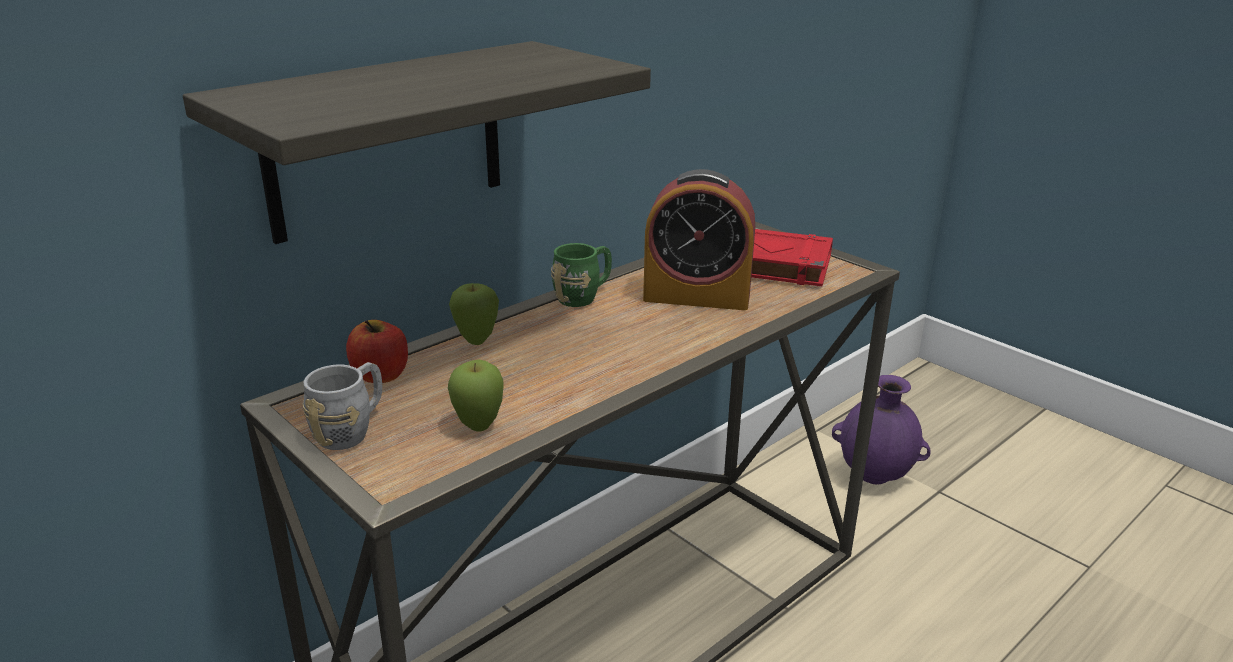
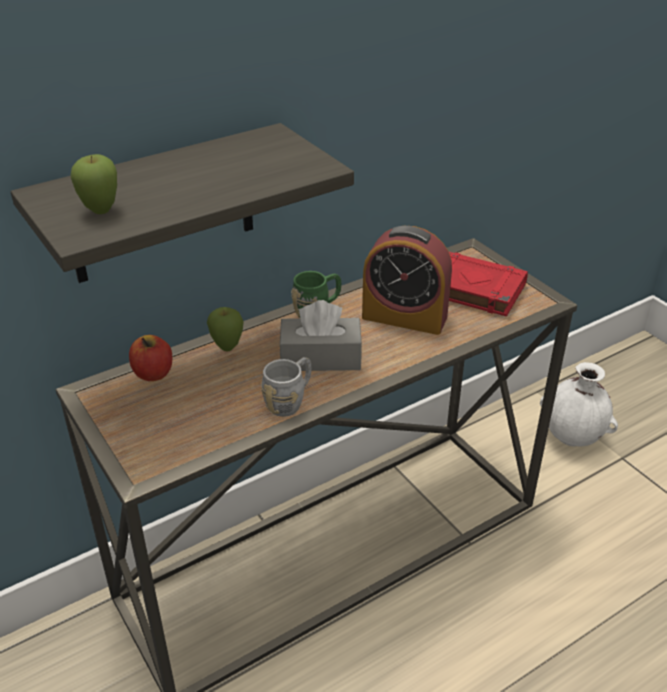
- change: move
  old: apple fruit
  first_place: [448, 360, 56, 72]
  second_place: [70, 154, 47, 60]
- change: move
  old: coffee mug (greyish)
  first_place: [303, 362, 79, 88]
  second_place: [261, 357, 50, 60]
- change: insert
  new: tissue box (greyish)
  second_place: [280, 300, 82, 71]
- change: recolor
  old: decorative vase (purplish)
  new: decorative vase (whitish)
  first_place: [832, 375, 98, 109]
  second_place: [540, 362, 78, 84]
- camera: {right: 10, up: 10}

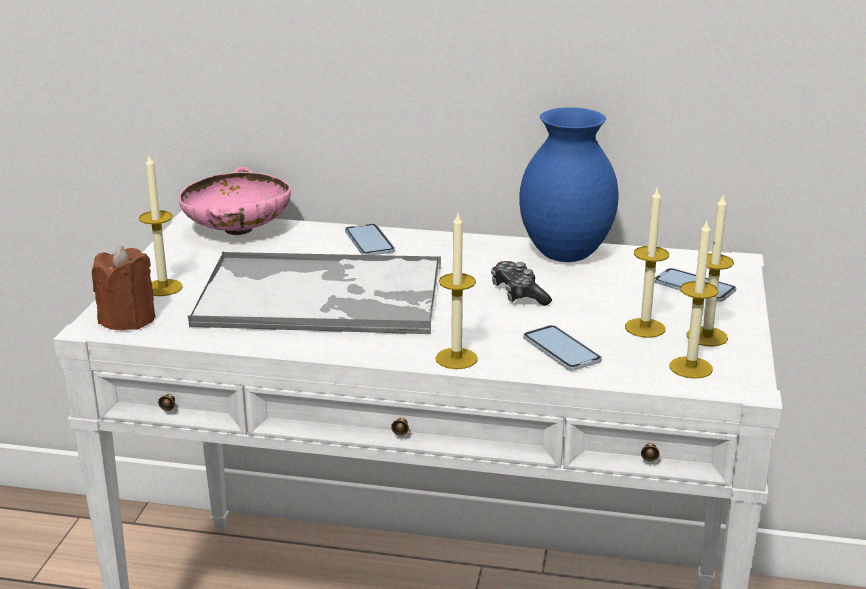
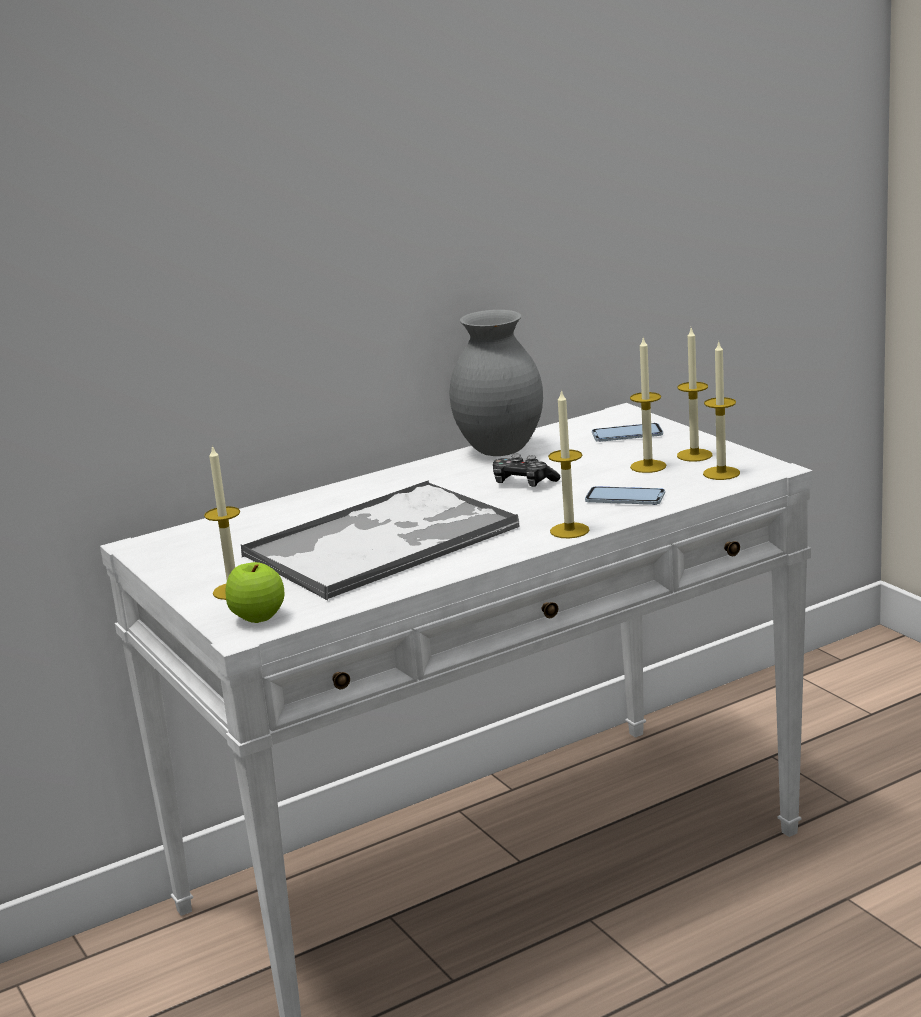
- change: replace
  old: wax candle (brown)
  new: apple fruit
  first_place: [92, 245, 63, 86]
  second_place: [226, 562, 59, 61]
- change: recolor
  old: decorative vase (bluish)
  new: decorative vase (greyish)
  first_place: [519, 107, 100, 155]
  second_place: [450, 310, 93, 146]
- change: delete
  old: bowl (pinkish)
  first_place: [179, 167, 112, 68]
- change: delete
  old: handset
  first_place: [345, 224, 50, 31]
- camera: {right: -40, up: -5}

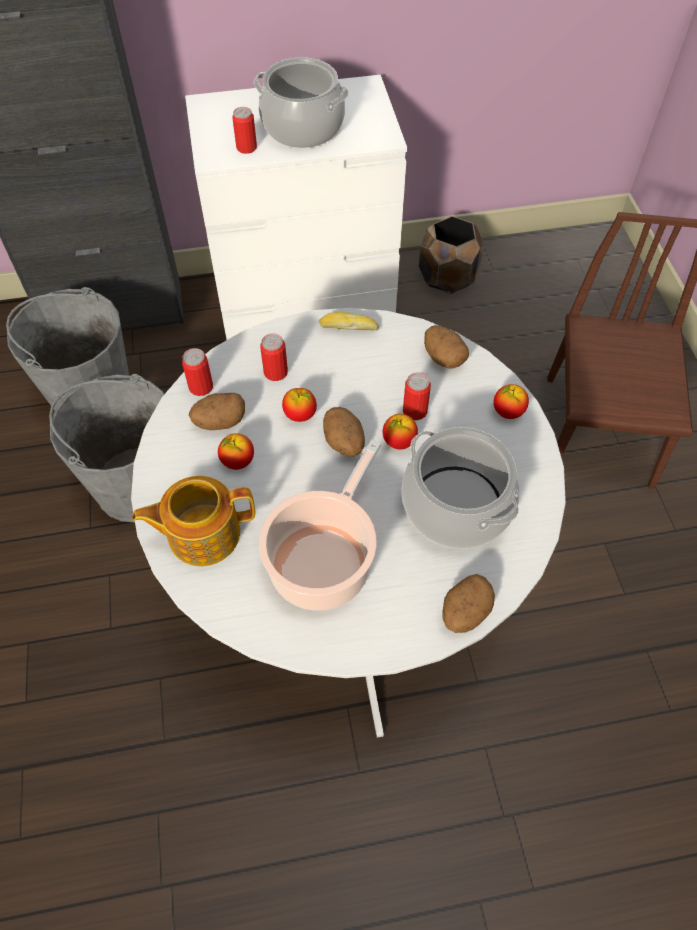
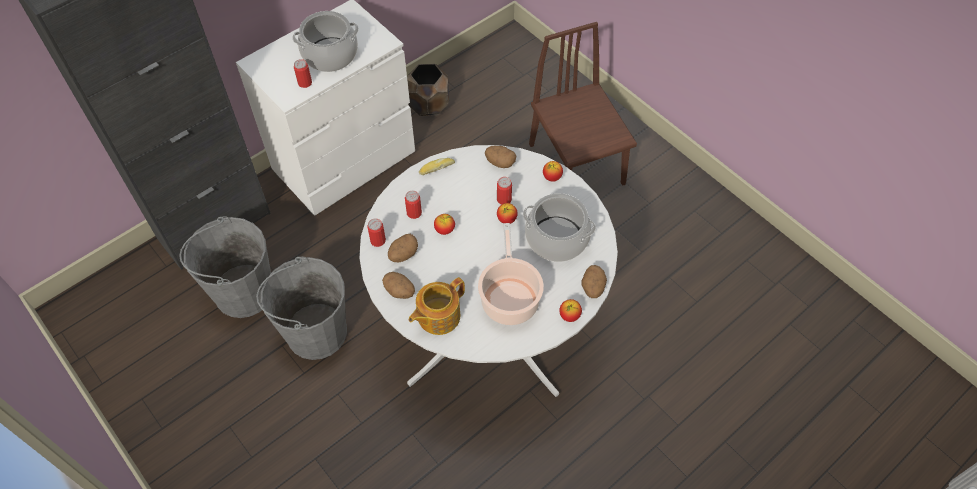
- change: move
  old: spud
  first_place: [323, 407, 42, 49]
  second_place: [382, 272, 33, 27]
- change: move
  old: apple fruit
  first_place: [218, 433, 36, 37]
  second_place: [559, 299, 23, 23]
- camera: {right: -30, up: 0}

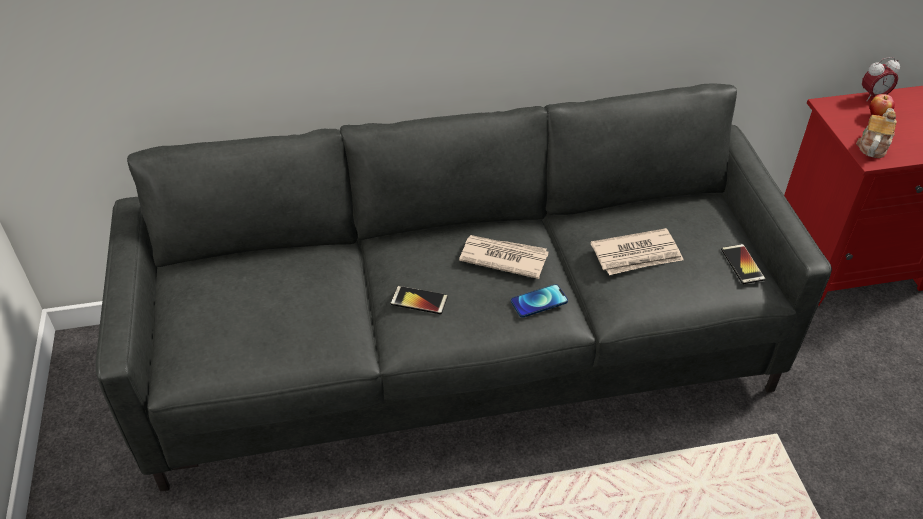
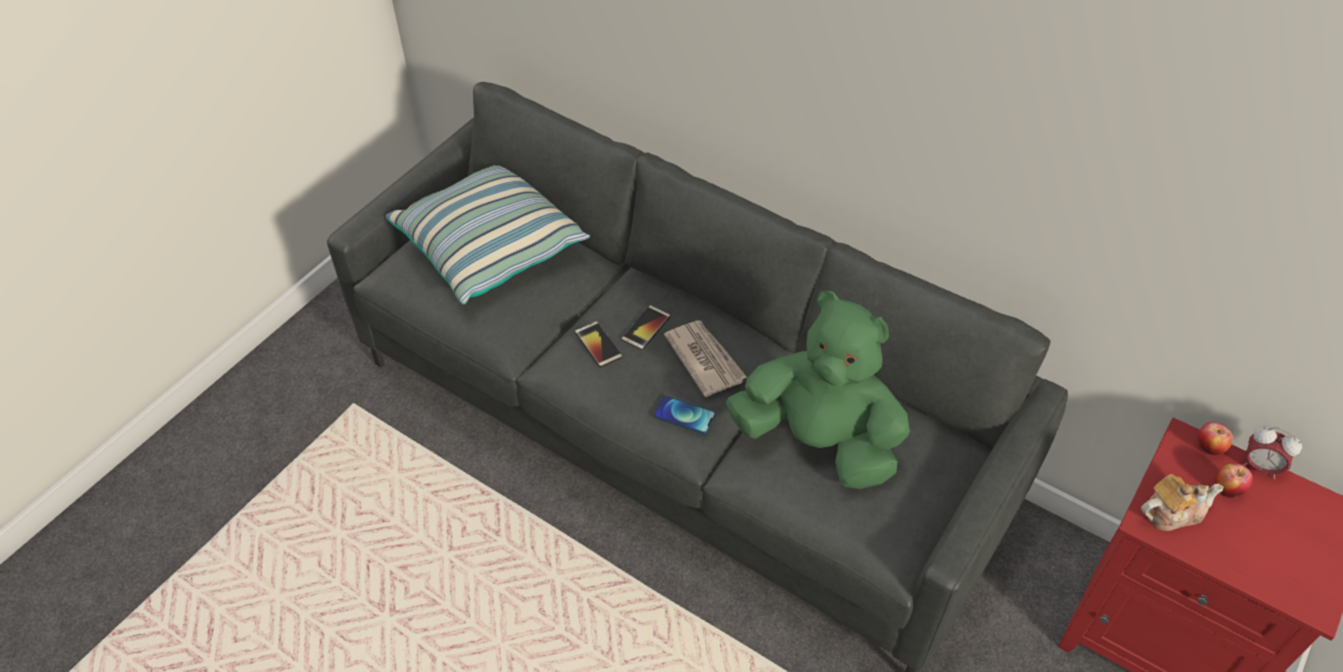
- change: insert
  new: pillow
  second_place: [385, 165, 205, 140]
- change: move
  old: handset
  first_place: [721, 244, 45, 40]
  second_place: [621, 305, 50, 45]
- change: replace
  old: newspaper
  new: cuddly toy (green-coloured)
  first_place: [590, 228, 94, 47]
  second_place: [726, 291, 184, 198]
- change: insert
  new: apple fruit
  second_place: [1198, 422, 35, 33]
- camera: {right: 45, up: 5}

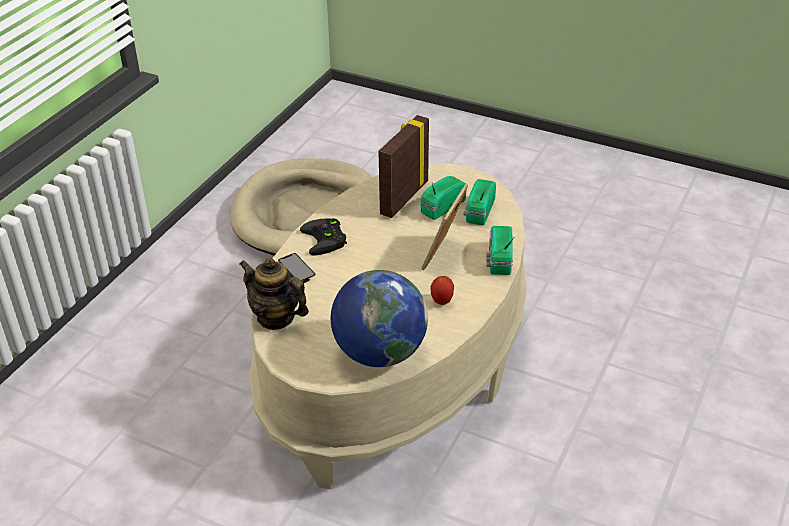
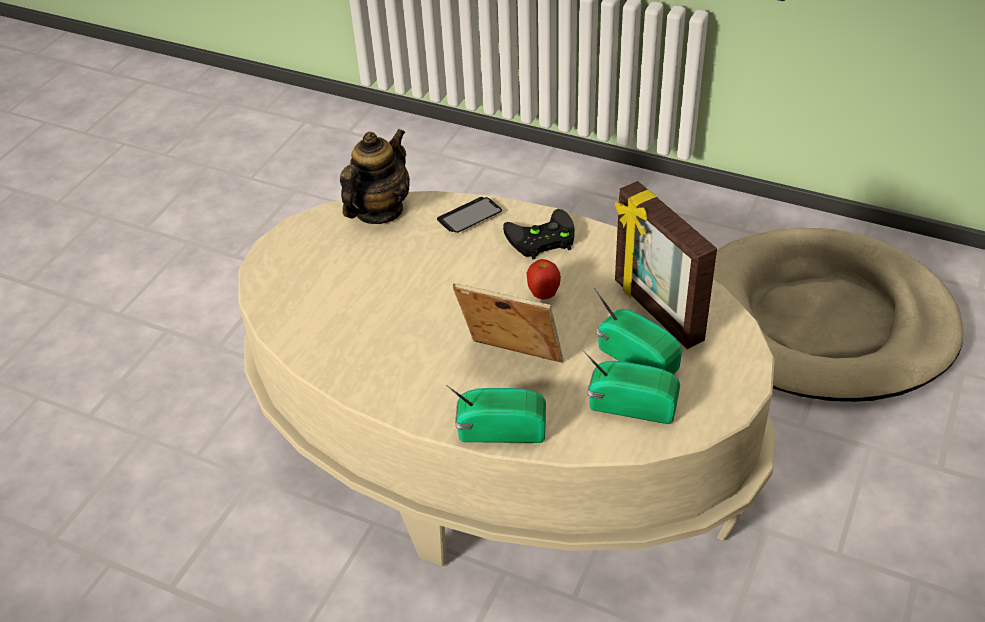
- change: move
  old: apple fruit
  first_place: [431, 276, 23, 29]
  second_place: [527, 259, 34, 41]
- change: rotate
  old: picture frame
  first_place: [378, 115, 51, 103]
  second_place: [615, 181, 102, 168]
  degrees: -150
- change: delete
  old: desk globe
  first_place: [331, 270, 97, 97]
- camera: {right: 90, up: 5}

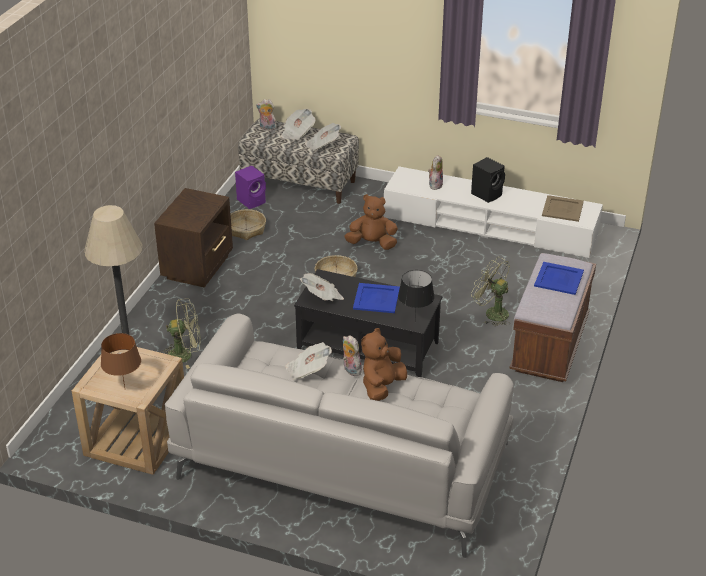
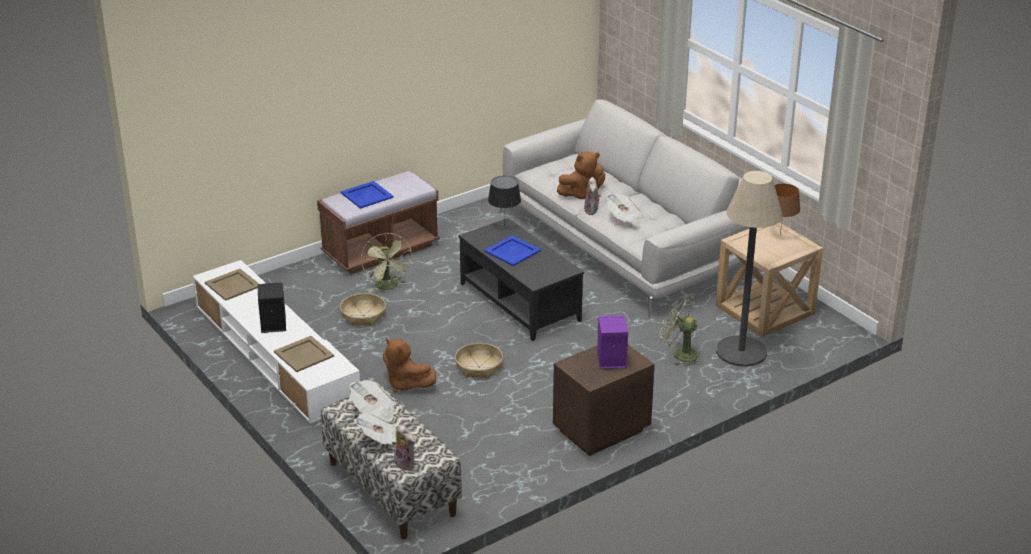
- change: replace
  old: cuddly toy
  new: tray (sand-coloured)
  first_place: [428, 155, 15, 35]
  second_place: [274, 336, 60, 36]
- change: move
  old: storage basket
  first_place: [231, 209, 35, 31]
  second_place: [340, 293, 46, 33]
- change: move
  old: audio speaker (purplish)
  first_place: [235, 165, 31, 44]
  second_place: [597, 315, 31, 54]
- change: delete
  old: newspaper
  first_place: [300, 273, 44, 28]
- camera: {right: -145, up: -5}

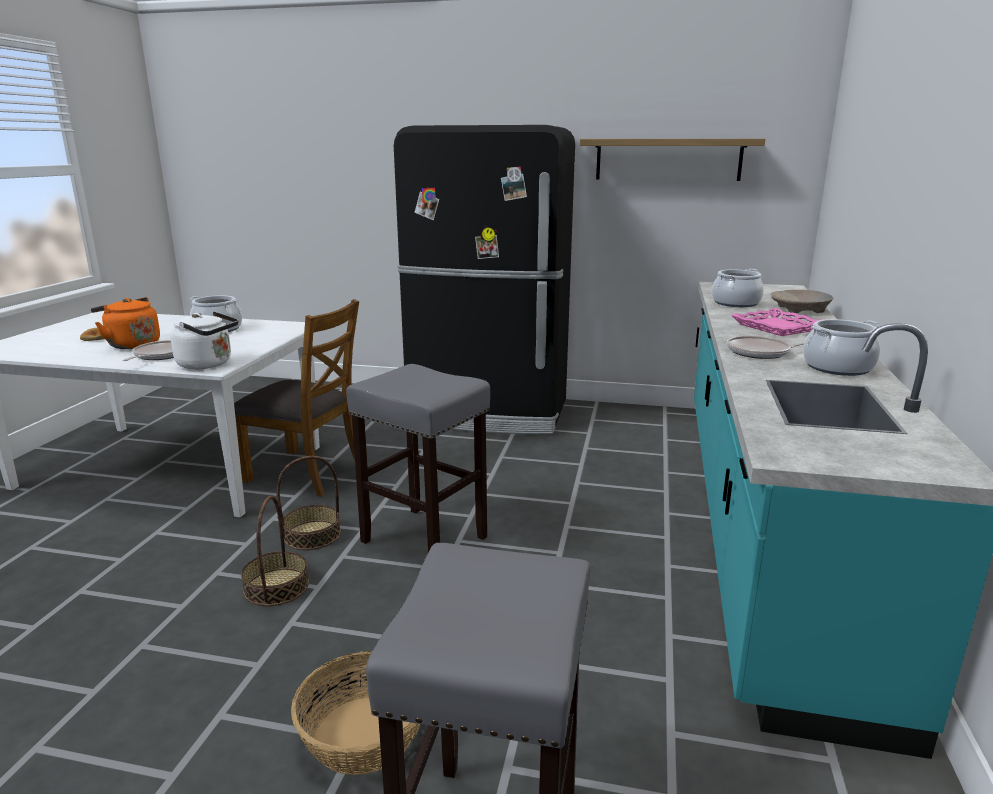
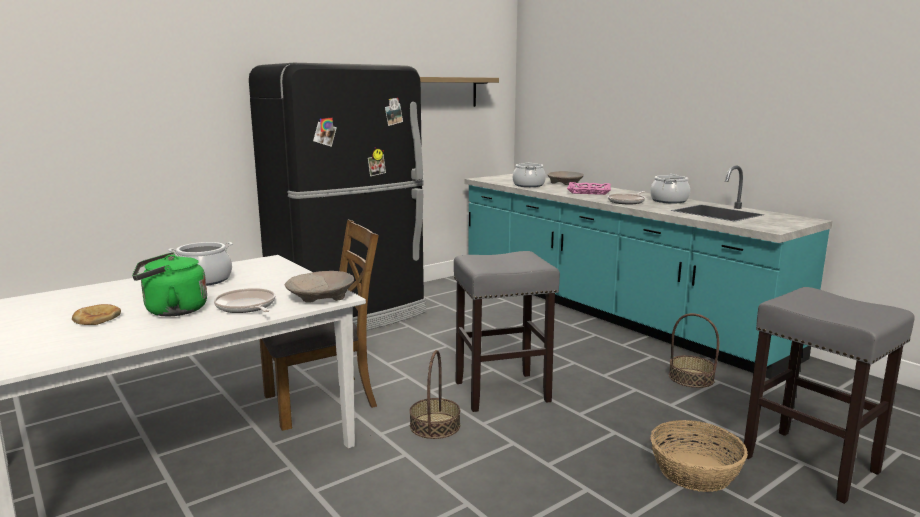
- change: recolor
  old: water kettle (orange-coloured)
  new: water kettle (green-coloured)
  first_place: [91, 297, 69, 52]
  second_place: [132, 252, 75, 65]
- change: replace
  old: water kettle (whitish)
  new: bowl (sand-coloured)
  first_place: [170, 311, 68, 58]
  second_place: [285, 271, 69, 32]
- change: move
  old: storage basket
  first_place: [241, 496, 68, 110]
  second_place: [669, 313, 50, 75]
- camera: {right: -50, up: -5}

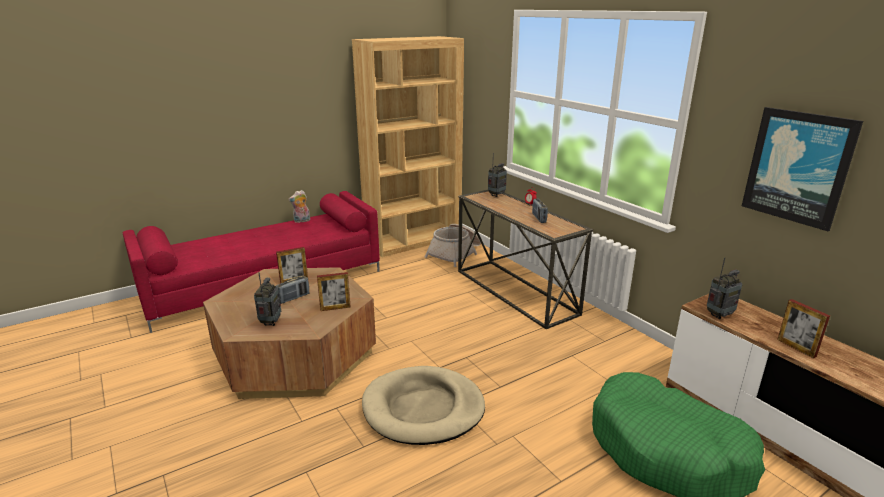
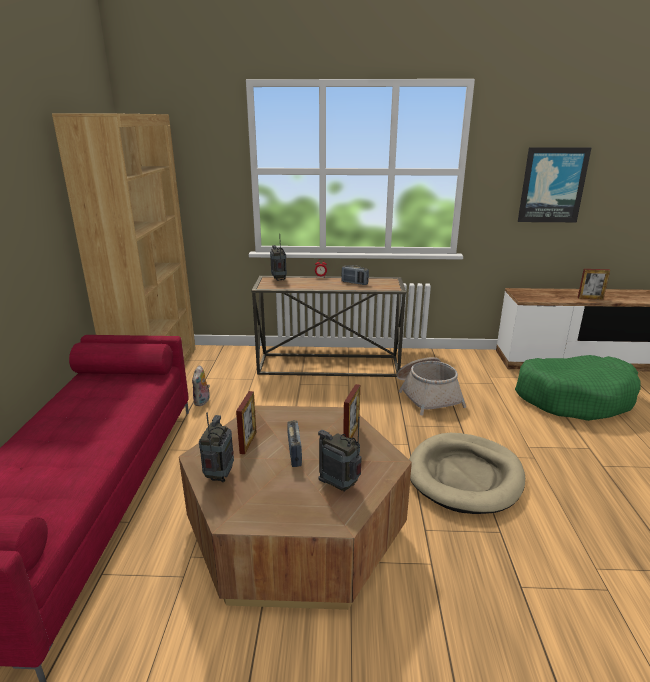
- change: move
  old: cuddly toy
  first_place: [288, 190, 22, 33]
  second_place: [192, 365, 18, 41]
- change: move
  old: radio receiver
  first_place: [707, 258, 35, 61]
  second_place: [199, 413, 35, 69]
- change: move
  old: storage basket
  first_place: [425, 224, 56, 43]
  second_place: [397, 357, 69, 59]
- camera: {right: -55, up: 0}

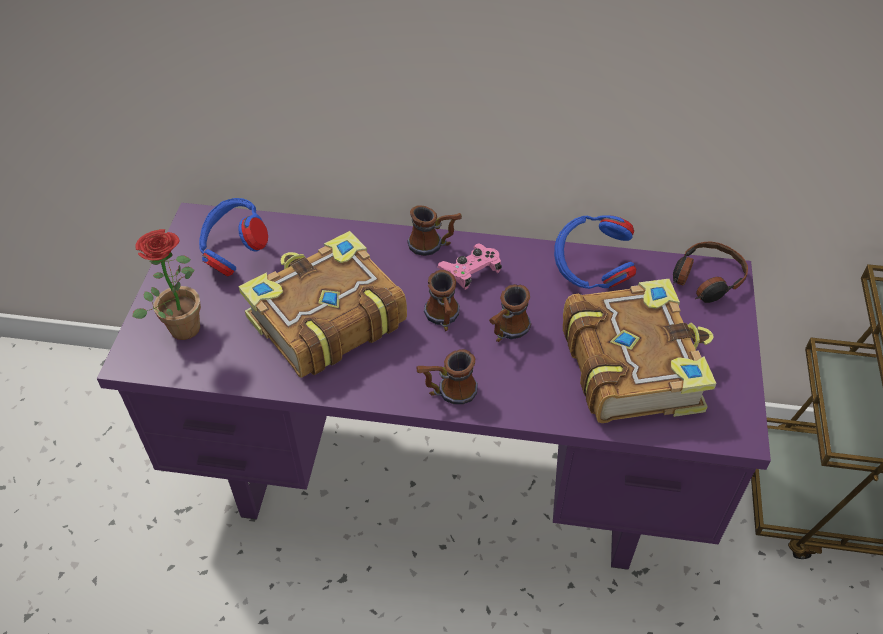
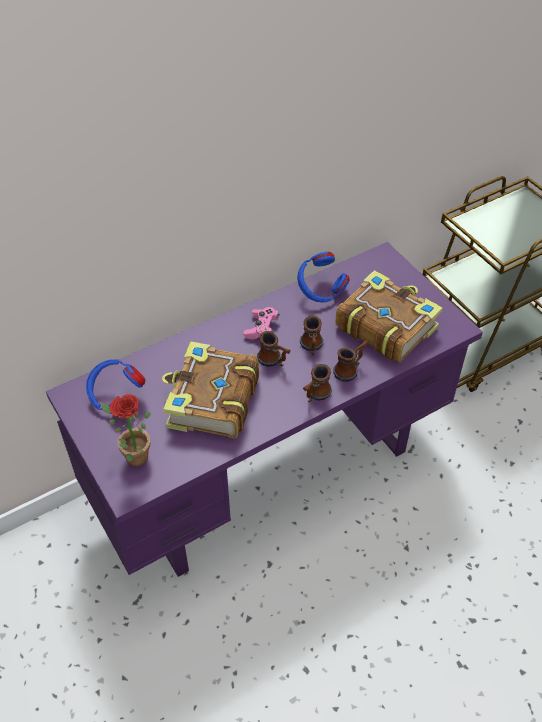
- change: move
  old: coffee mug
  first_place: [407, 205, 55, 51]
  second_place: [333, 341, 35, 41]
- change: delete
  old: headset
  first_place: [673, 242, 75, 61]
- camera: {right: -40, up: 0}

